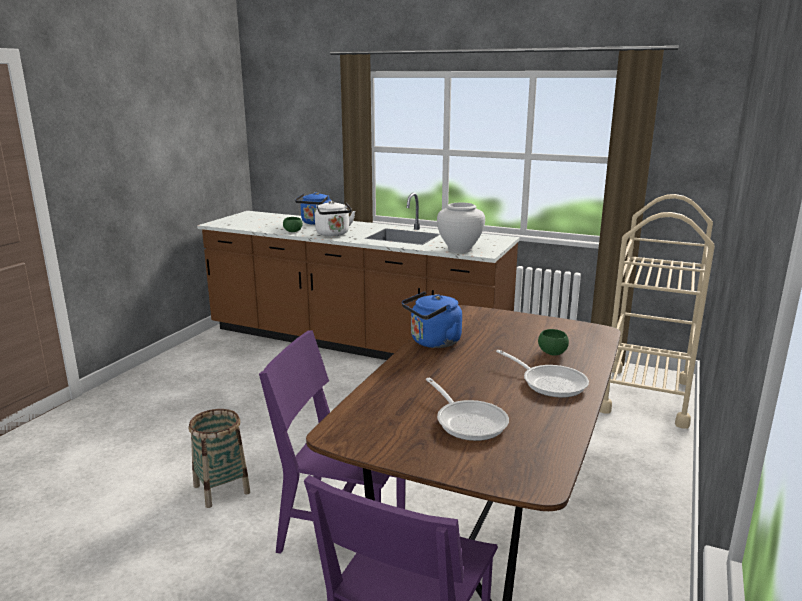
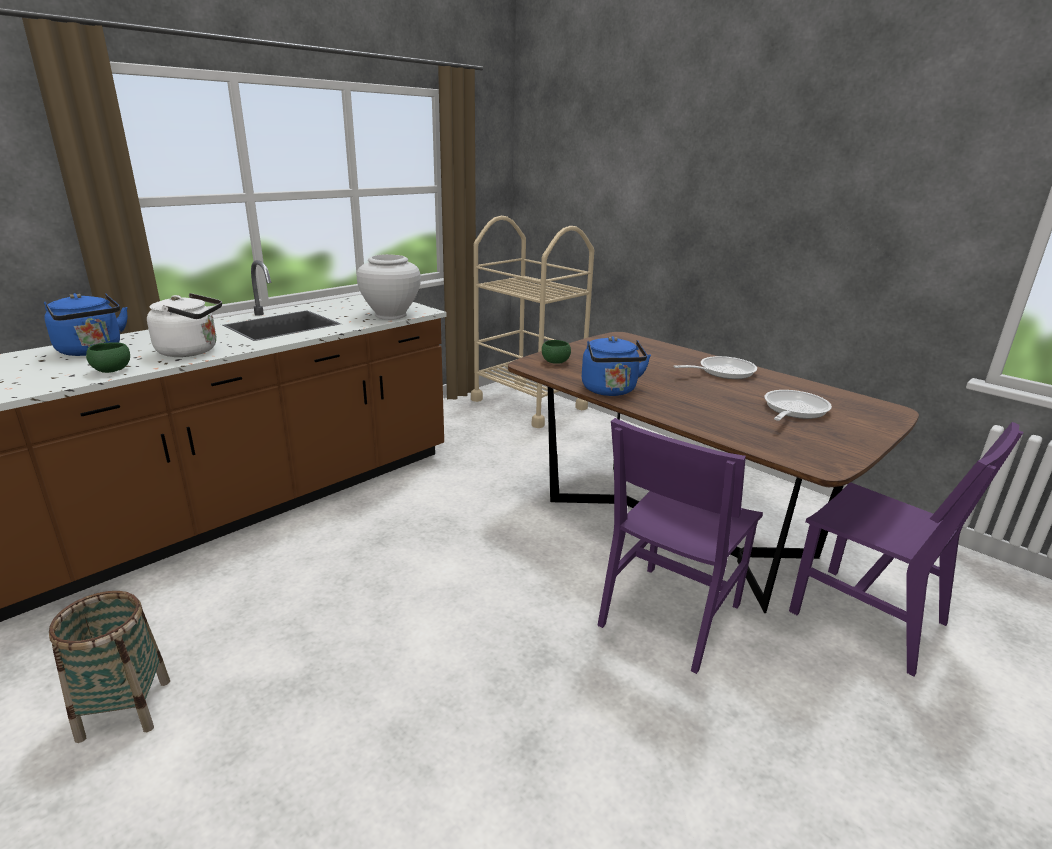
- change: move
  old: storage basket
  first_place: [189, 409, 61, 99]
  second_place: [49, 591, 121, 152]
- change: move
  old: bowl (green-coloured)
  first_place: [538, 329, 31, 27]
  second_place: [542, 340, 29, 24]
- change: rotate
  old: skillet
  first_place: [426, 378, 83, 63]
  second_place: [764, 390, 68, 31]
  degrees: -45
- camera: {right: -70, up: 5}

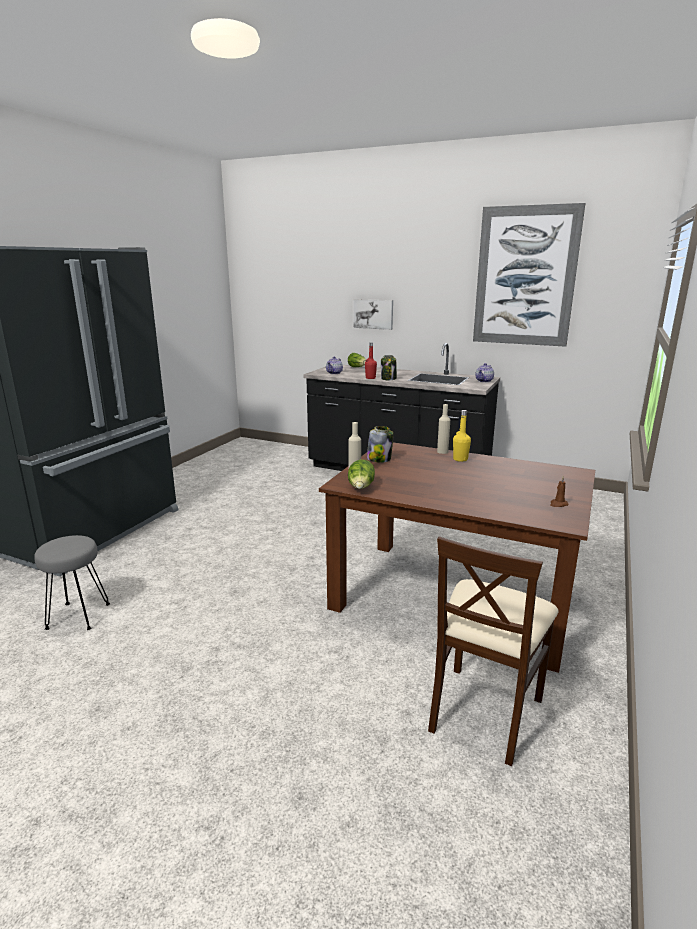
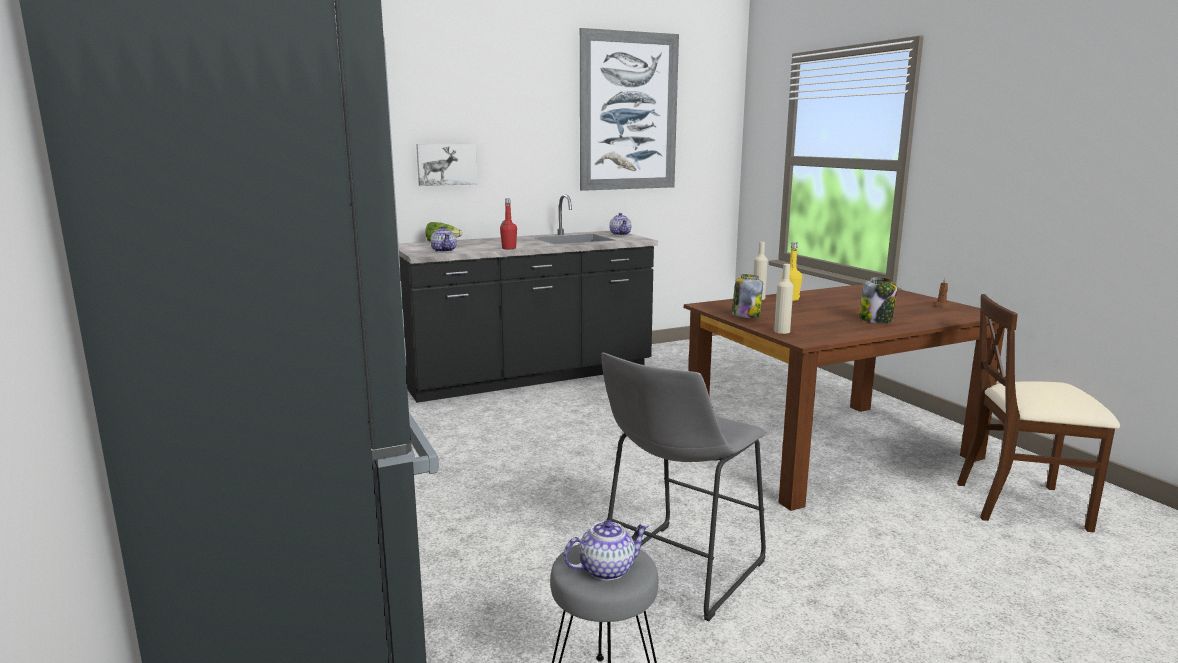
- change: insert
  new: teapot
  second_place: [563, 520, 86, 61]
- change: insert
  new: stool (greyish)
  second_place: [602, 353, 164, 268]
- change: move
  old: storage jar
  first_place: [381, 355, 16, 25]
  second_place: [859, 277, 38, 47]
- change: rotate
  old: upright chair (sand-coloured)
  first_place: [428, 536, 131, 230]
  second_place: [957, 294, 163, 239]
  degrees: 120
- change: delete
  old: lettuce
  first_place: [348, 459, 27, 30]
- camera: {right: -50, up: -5}

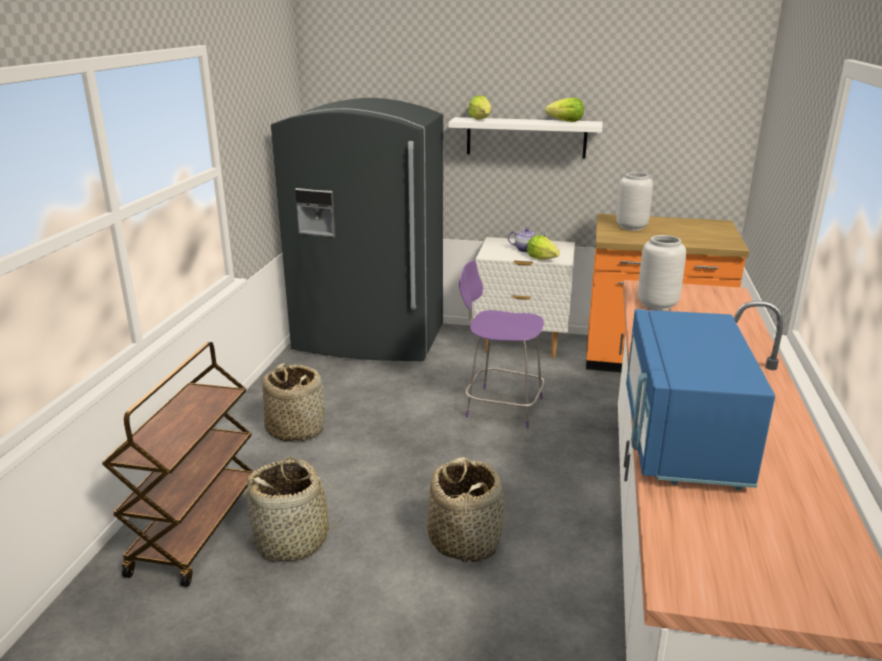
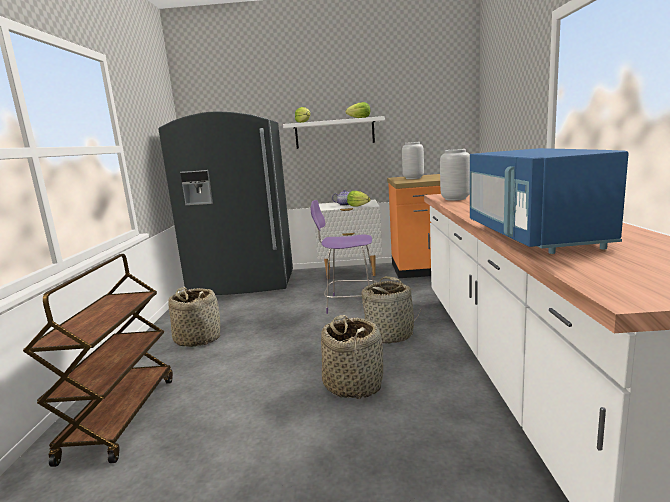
- change: move
  old: storage basket
  first_place: [241, 457, 104, 105]
  second_place: [362, 276, 59, 68]
- camera: {right: -10, up: -10}

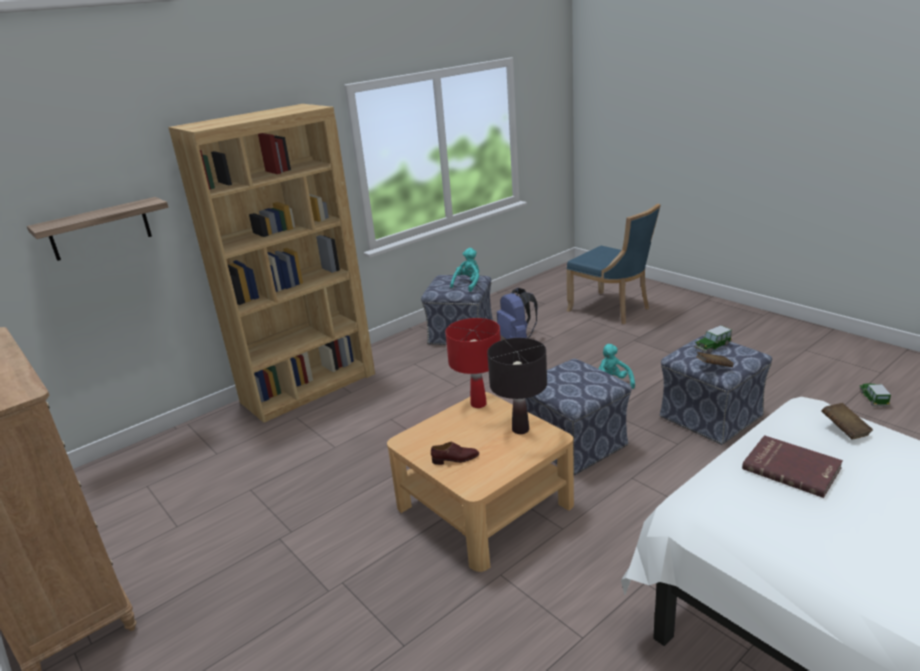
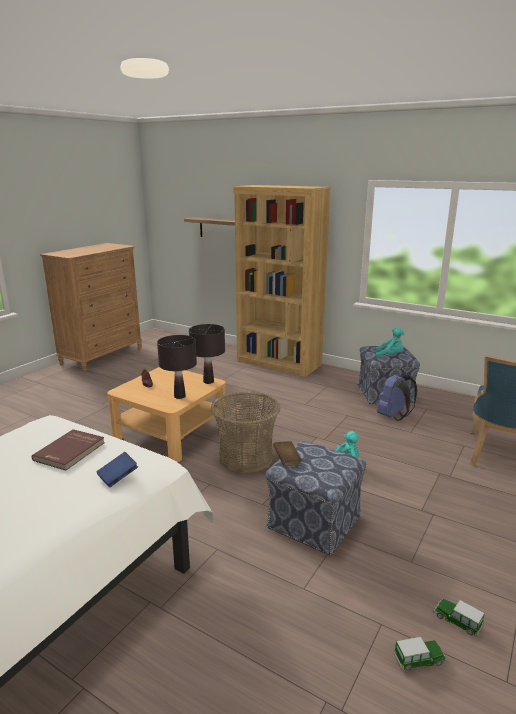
- change: recolor
  old: book (brown)
  new: book (bluish)
  first_place: [821, 403, 52, 36]
  second_place: [96, 452, 42, 35]
- change: recolor
  old: tabletop lamp (red-coloured)
  new: tabletop lamp (blackish)
  first_place: [445, 318, 56, 90]
  second_place: [189, 324, 36, 60]
- change: replace
  old: pouffe
  new: storage basket
  first_place: [525, 359, 107, 116]
  second_place: [211, 392, 69, 81]
- change: move
  old: miniature car
  first_place: [694, 325, 38, 28]
  second_place: [433, 598, 52, 39]
- camera: {right: 70, up: -5}

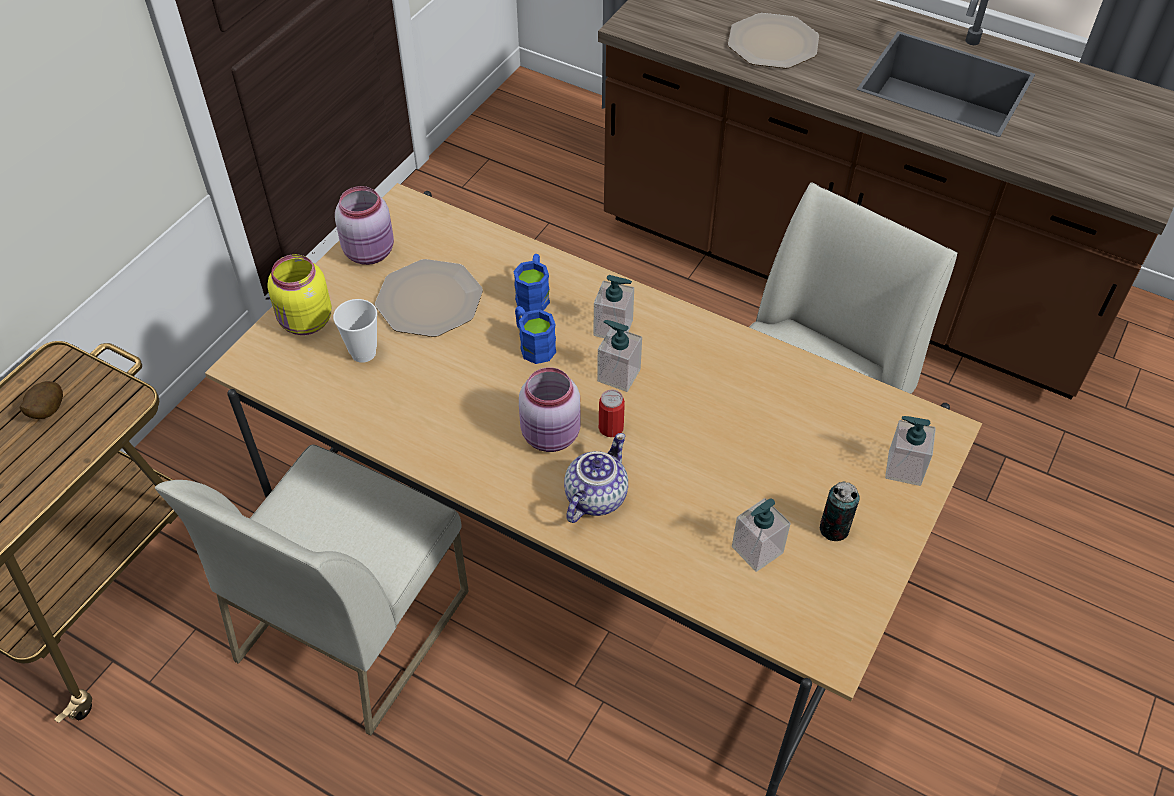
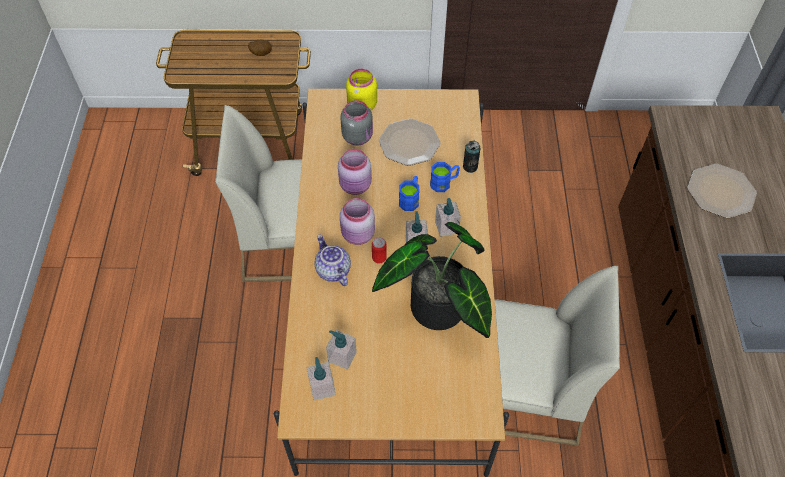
- change: move
  old: soap bottle
  first_place: [885, 416, 51, 70]
  second_place: [307, 357, 28, 44]
- change: rotate
  old: teapot
  first_place: [564, 433, 64, 90]
  second_place: [315, 234, 36, 52]
  degrees: -120
- change: move
  old: storage jar (pinkish)
  first_place: [335, 186, 59, 79]
  second_place: [338, 149, 34, 46]
- change: replace
  old: drinking cup
  new: storage jar (greyish)
  first_place: [333, 299, 44, 64]
  second_place: [340, 100, 33, 45]
- change: insert
  new: potted plant
  second_place: [372, 222, 120, 116]
- change: move
  old: metal can
  first_place: [820, 481, 40, 60]
  second_place: [463, 141, 18, 32]
- camera: {right: 60, up: 5}

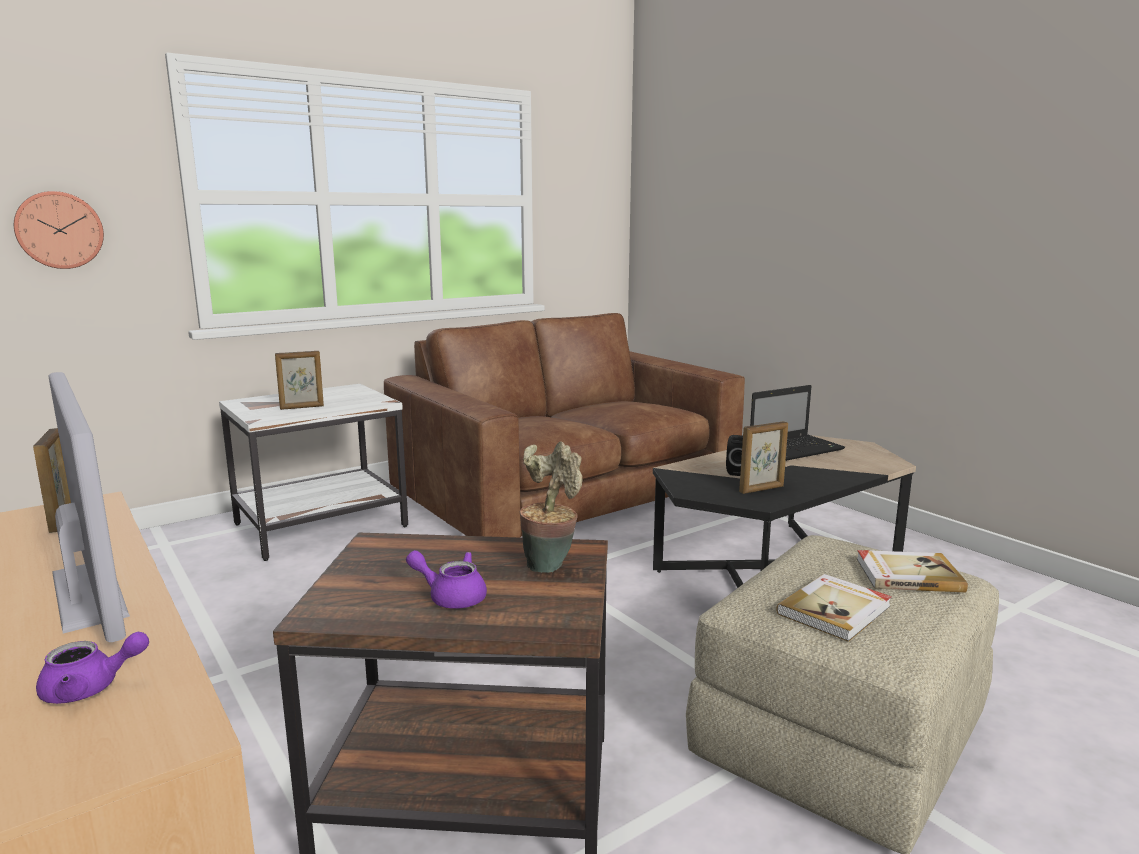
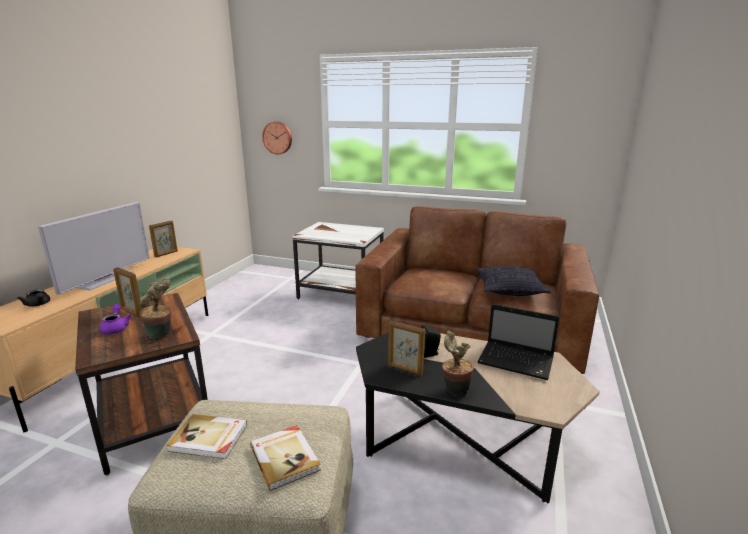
- change: recolor
  old: teapot (purplish)
  new: teapot (blackish)
  first_place: [36, 632, 113, 72]
  second_place: [17, 289, 33, 18]
- change: move
  old: picture frame
  first_place: [275, 351, 49, 59]
  second_place: [113, 267, 29, 51]
- change: insert
  new: potted plant
  second_place: [442, 331, 32, 66]
- change: insert
  new: pillow
  second_place: [476, 266, 75, 30]
- camera: {right: 55, up: 5}

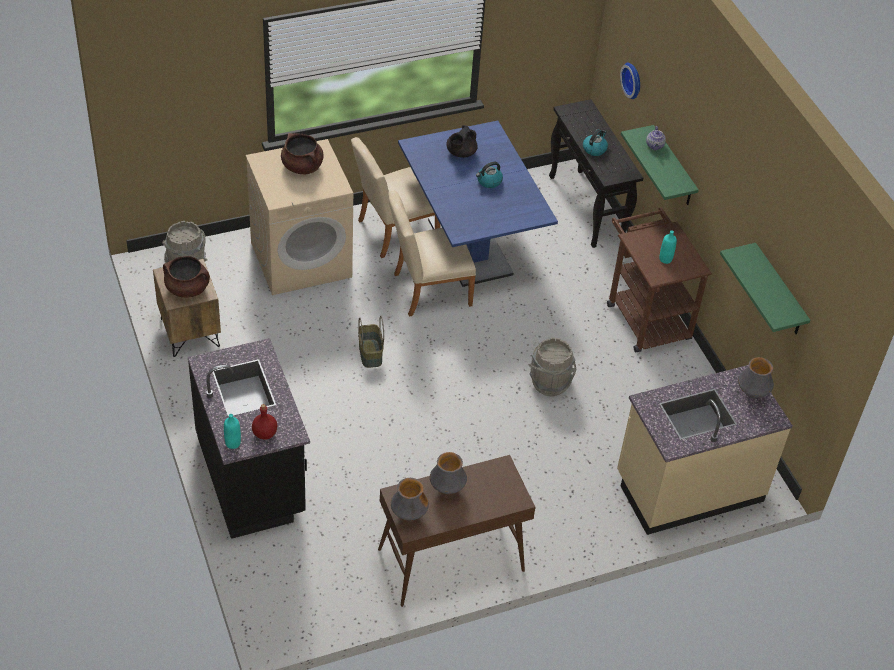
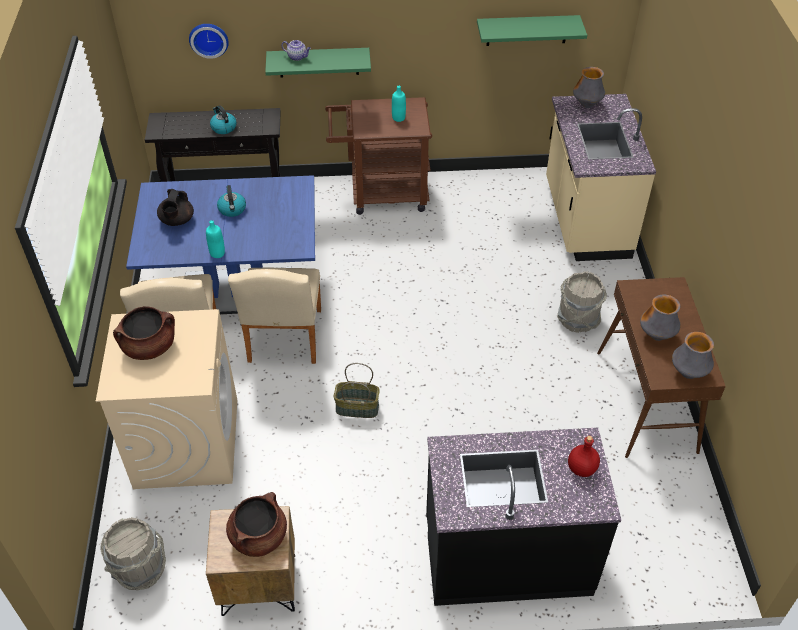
- change: rotate
  old: teapot (blackish)
  first_place: [446, 125, 32, 33]
  second_place: [157, 189, 37, 37]
  degrees: 45
- change: move
  old: drink bottle (turquoise-coloured)
  first_place: [224, 414, 17, 35]
  second_place: [206, 220, 19, 38]
- change: move
  old: bucket (greyish)
  first_place: [528, 337, 48, 60]
  second_place: [557, 271, 50, 62]
- camera: {right: -70, up: 0}

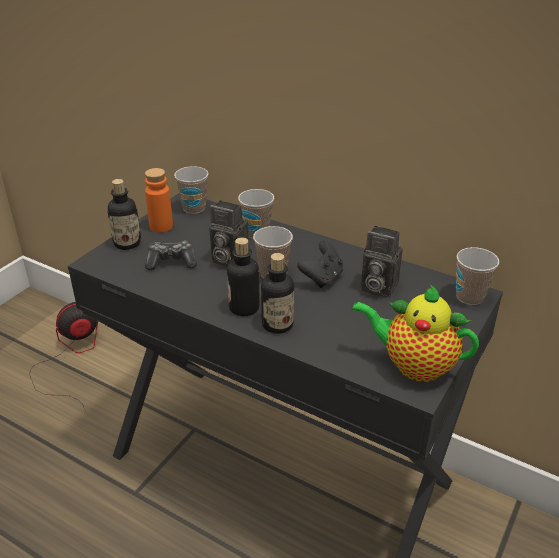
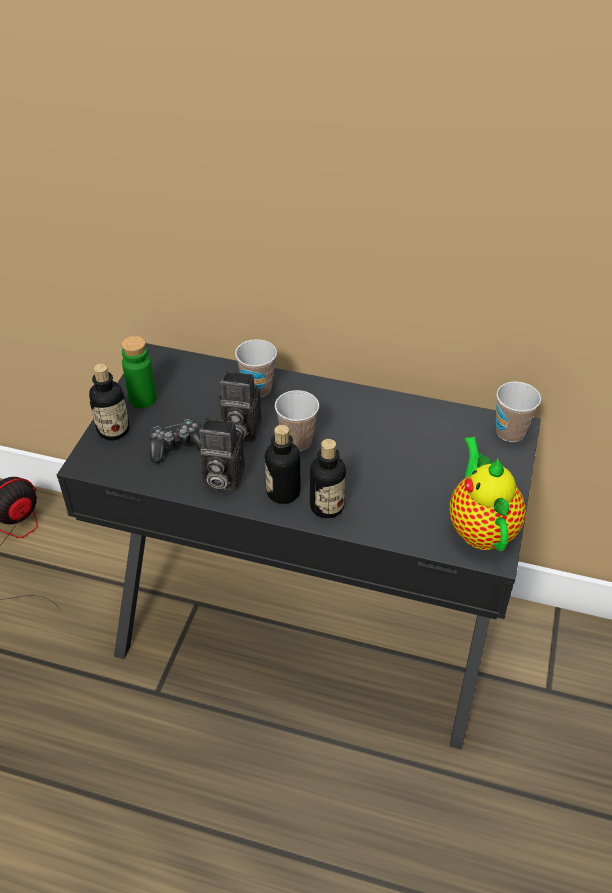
- change: recolor
  old: drink bottle (orange-coloured)
  new: drink bottle (green-coloured)
  first_place: [145, 168, 28, 64]
  second_place: [121, 336, 36, 72]
- change: move
  old: still camera
  first_place: [361, 226, 42, 72]
  second_place: [199, 418, 46, 74]
- change: rotate
  old: teapot
  first_place: [351, 284, 128, 98]
  second_place: [449, 437, 77, 114]
  degrees: 75
- change: delete
  old: drinking cup
  first_place: [174, 166, 35, 48]
- change: delete
  old: game controller (blackish)
  first_place: [297, 241, 46, 47]
- camera: {right: -15, up: 10}

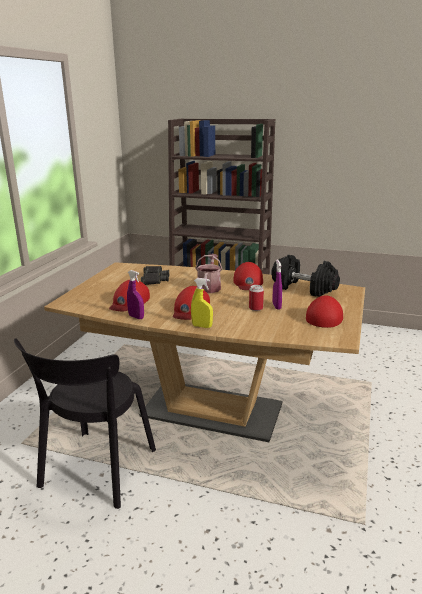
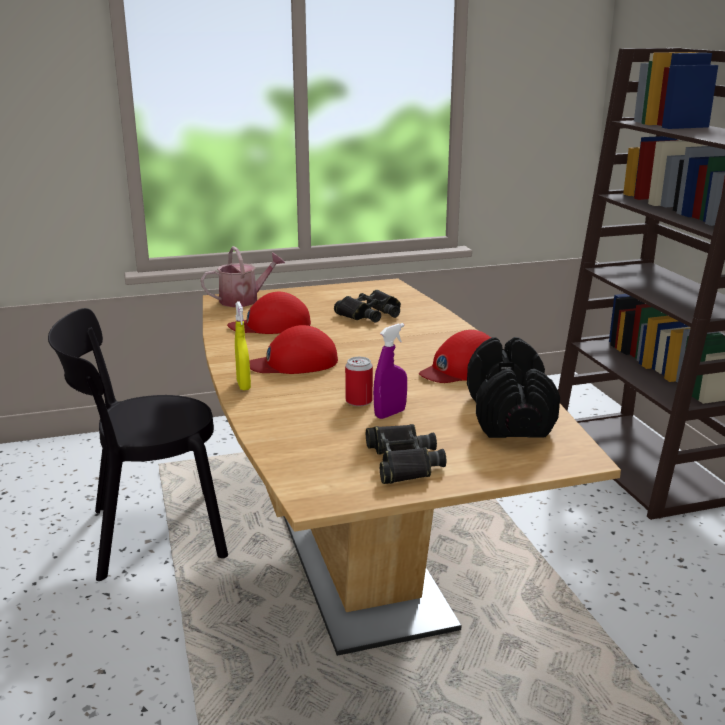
- change: move
  old: sprinkling can
  first_place: [196, 254, 26, 39]
  second_place: [201, 246, 84, 61]
- change: replace
  old: cap (red-coloured)
  new: binoculars (blackish)
  first_place: [306, 295, 37, 33]
  second_place: [366, 424, 80, 60]
- change: delete
  old: hand sprayer (purplish)
  first_place: [127, 270, 17, 49]
- camera: {right: 55, up: 0}

